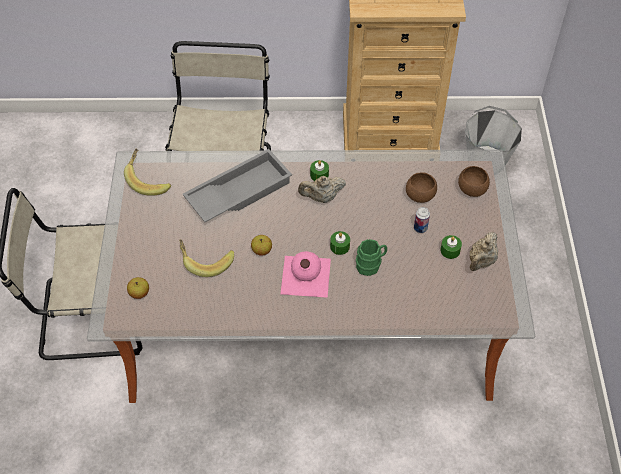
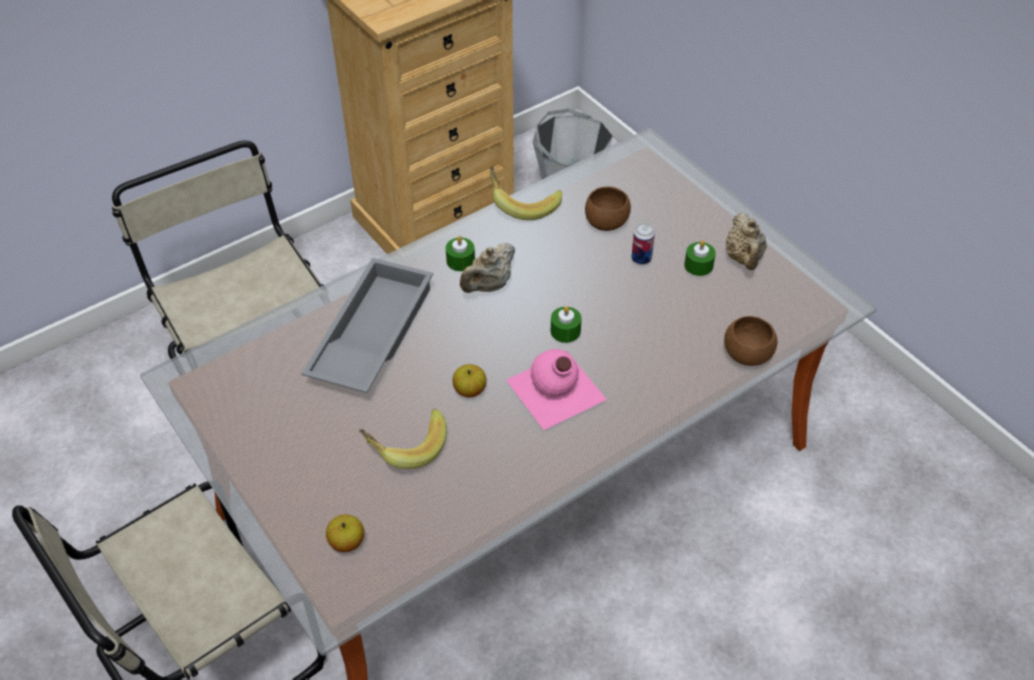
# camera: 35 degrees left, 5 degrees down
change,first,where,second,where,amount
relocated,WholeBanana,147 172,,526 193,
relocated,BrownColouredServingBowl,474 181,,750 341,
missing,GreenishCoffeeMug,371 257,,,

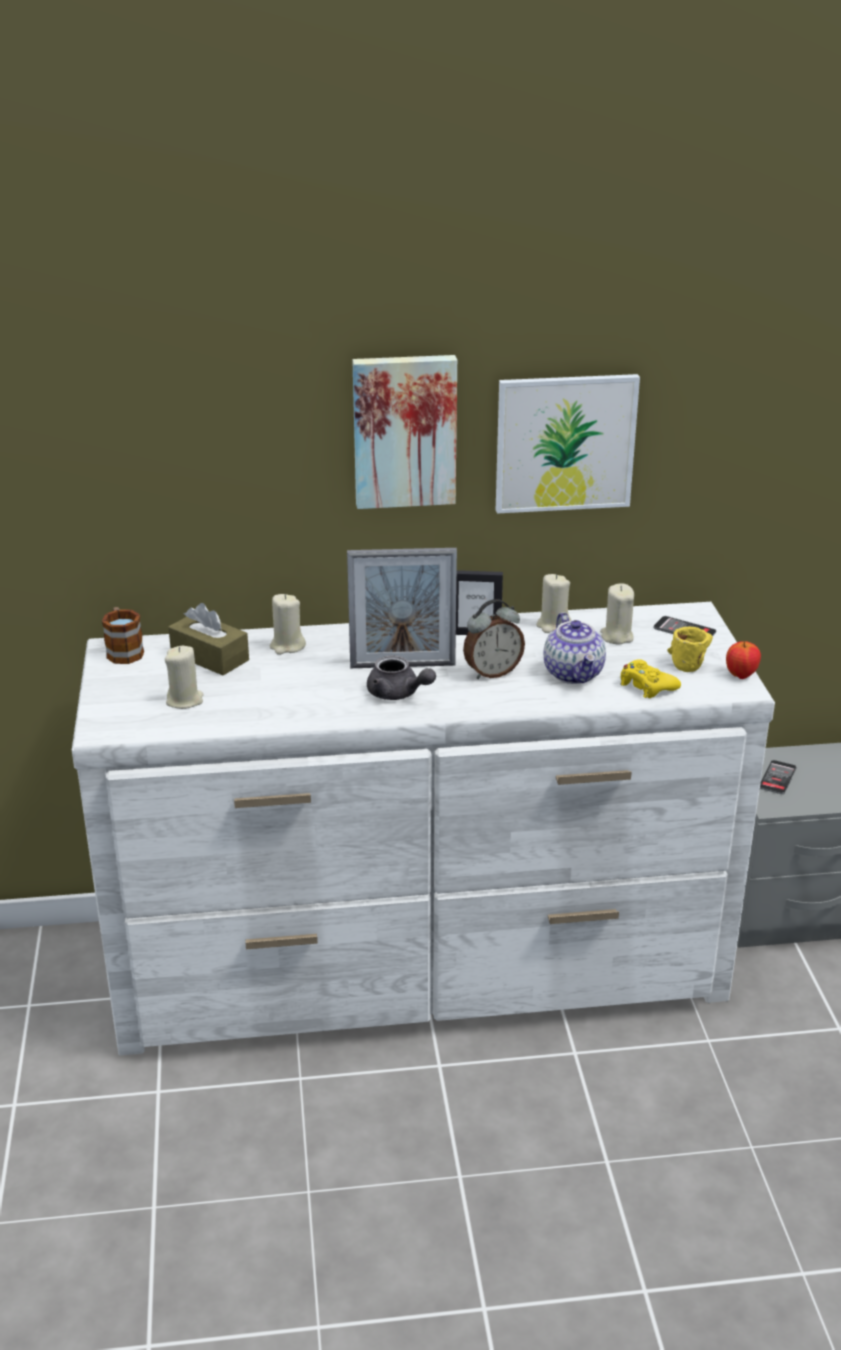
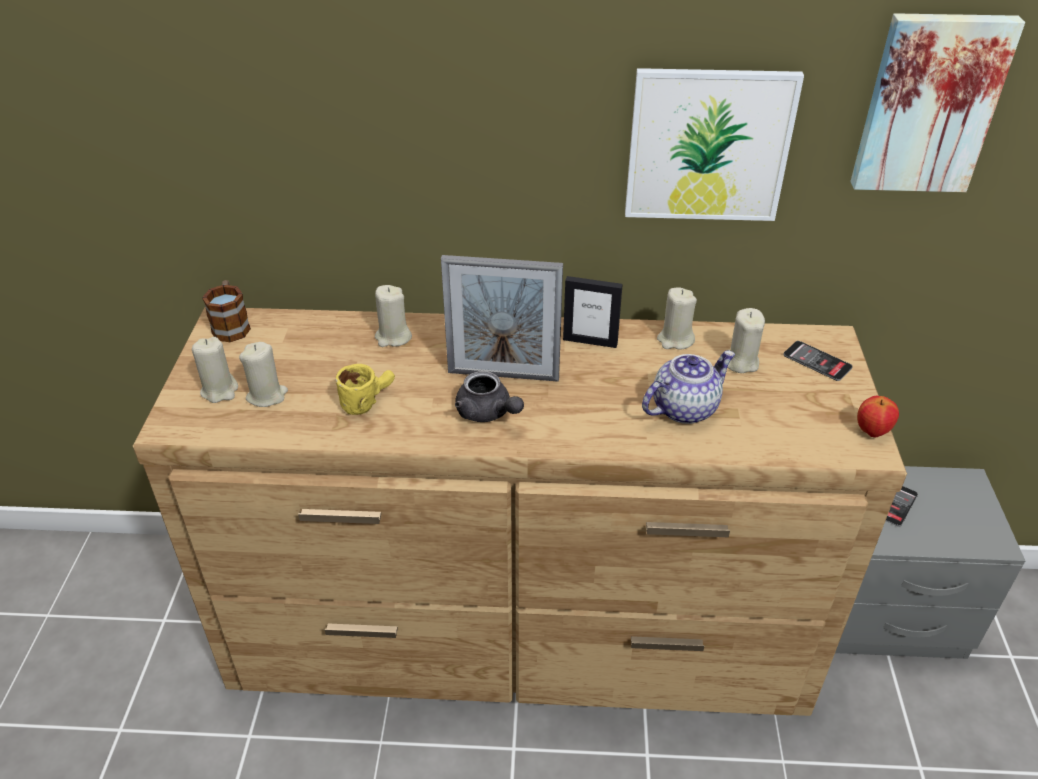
# camera: 10 degrees right, 10 degrees up
change,first,where,second,where,amount
relocated,WallArt,404 432,,938 102,
missing,BedsideClock,494 639,,,
colour,WhiteChestOfDrawers,423 828,BrownColouredChestOfDrawers,520 511,
missing,BrownColouredTissueBox,208 639,,,
spun,TeaPot,575 648,,688 387,120 degrees counterclockwise
relocated,YellowColouredCoffeeMug,690 649,,365 389,
missing,YellowColouredGameController,650 678,,,
appeared,,,BeigeCandle,215 370,

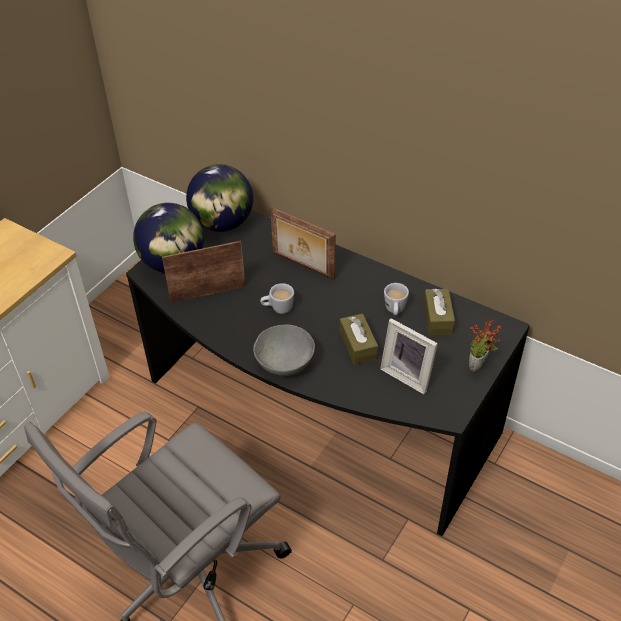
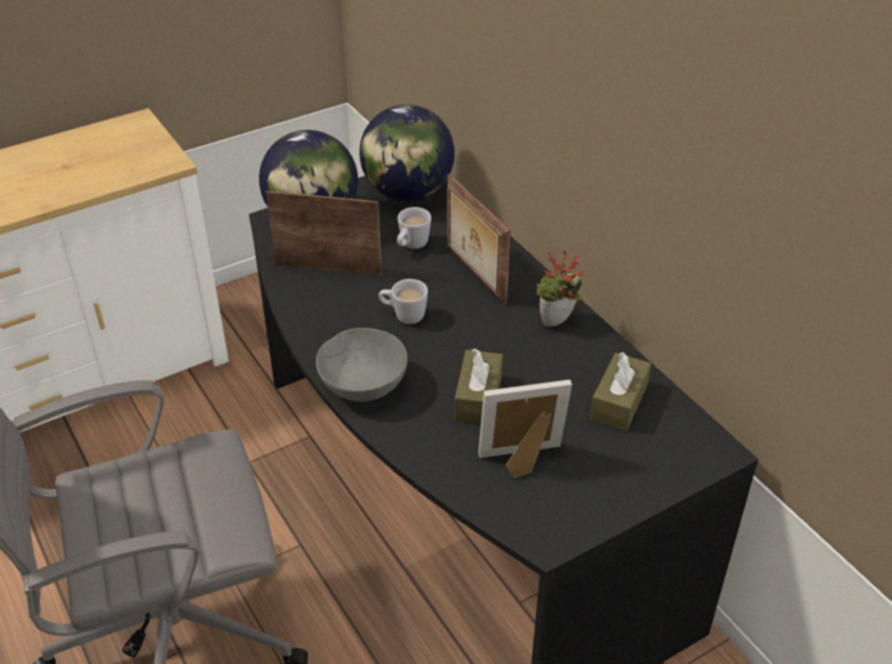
# camera: 25 degrees right, 5 degrees down
change,first,where,second,where,amount
relocated,WhiteCoffeeMug,396 299,,414 228,
spun,PhotoFrame,409 356,,525 429,105 degrees clockwise
relocated,PlantInAPot,485 346,,560 288,

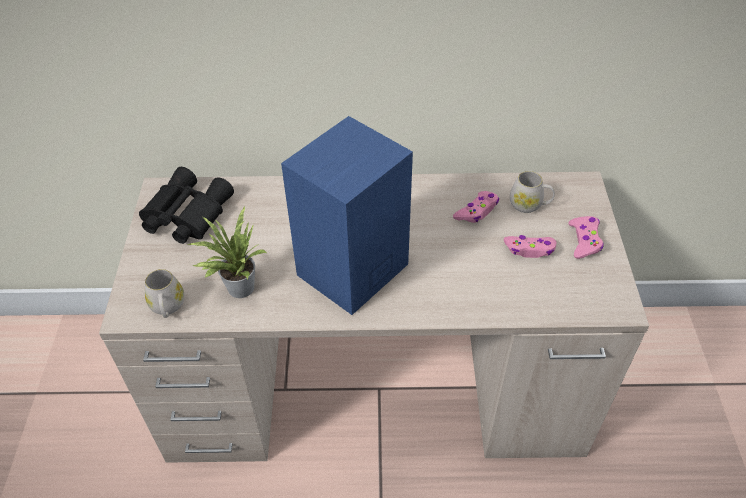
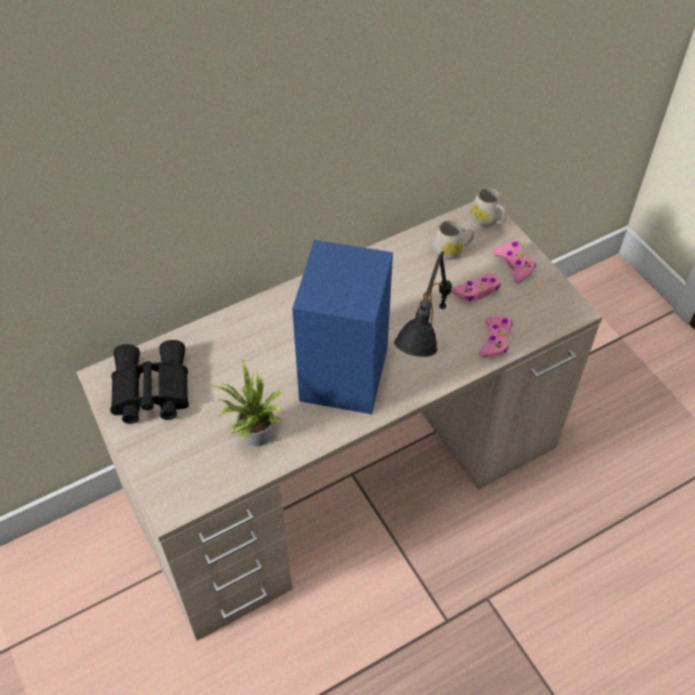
# camera: 30 degrees left, 5 degrees up
change,first,where,second,where,amount
relocated,PinkColouredGameController,476 207,,496 336,
relocated,WhiteCoffeeMug,165 293,,489 207,
appeared,,,BlackLampForATable,423 304,

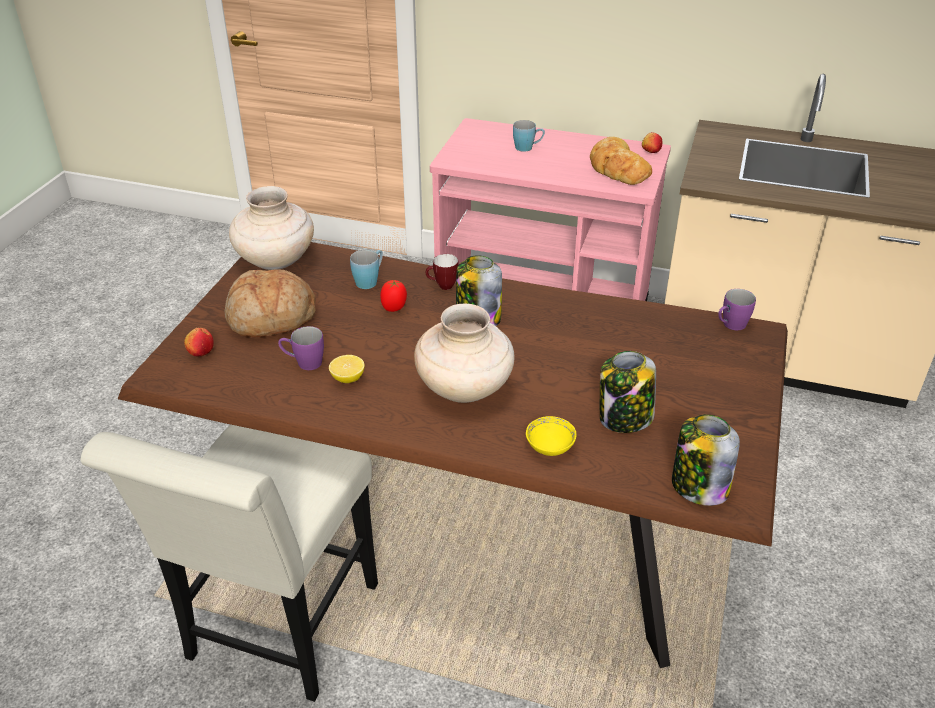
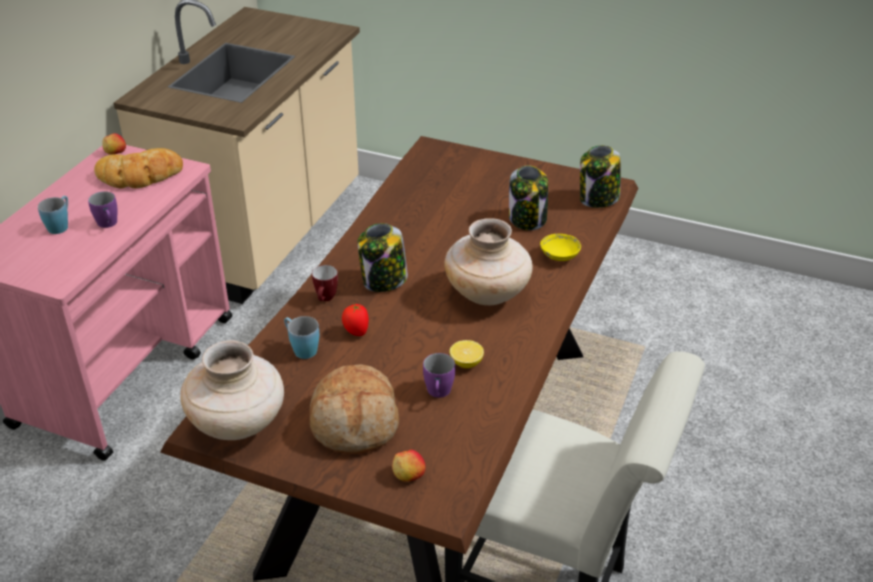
# camera: 85 degrees left, 0 degrees up
change,first,where,second,where,amount
relocated,PurpleCoffeeMug,737 309,,102 209,

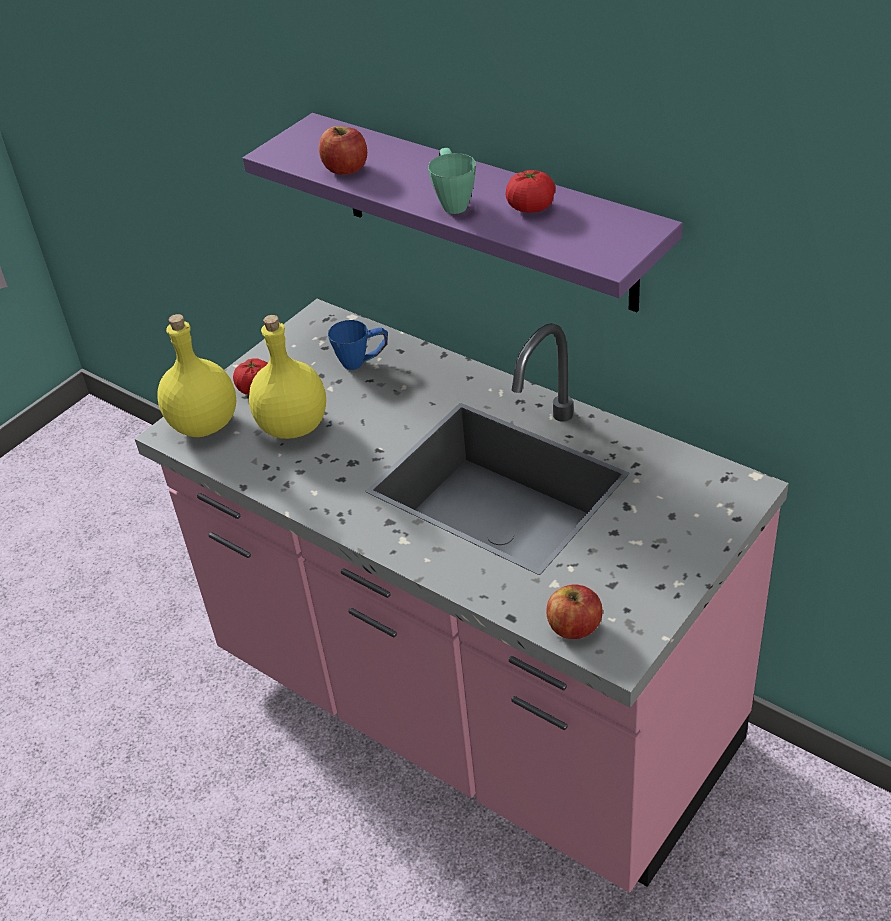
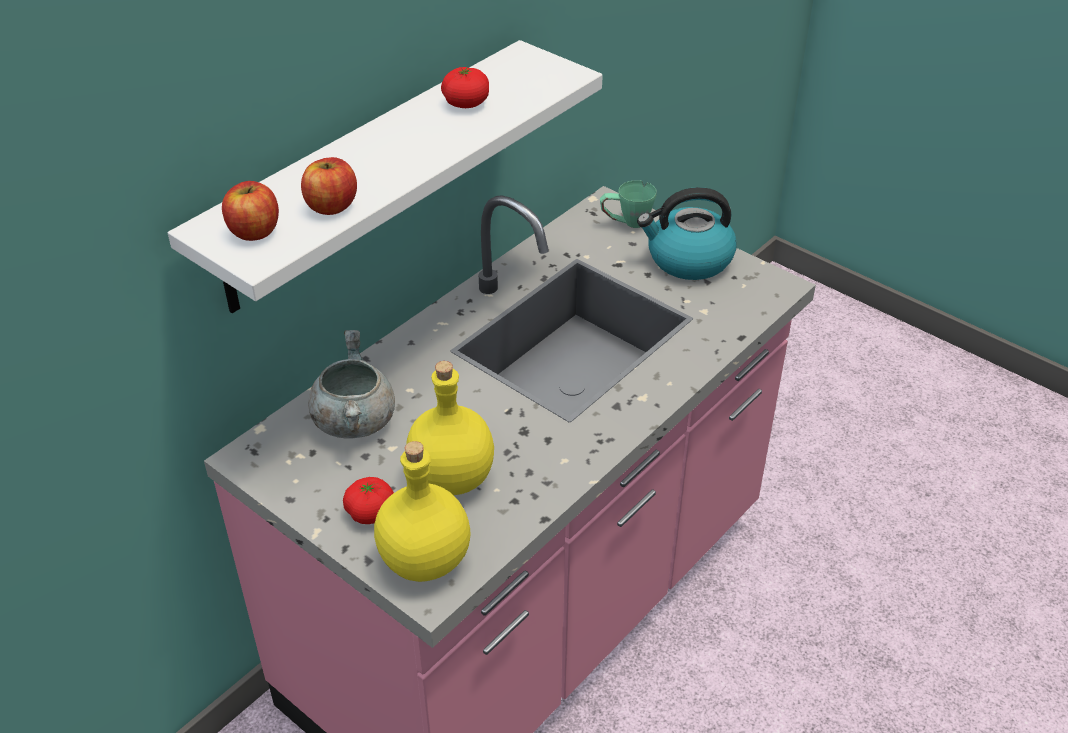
# camera: 90 degrees left, 0 degrees up
change,first,where,second,where,amount
colour,PurpleBracketShelf,463 212,WhiteBracketShelf,385 176,
relocated,GreenishCoffeeMug,452 181,,628 204,
exchanged,BluishCoffeeMug,358 345,GreyishStockpot,351 384,
relocated,WholeApple,574 611,,250 211,
appeared,,,WaterKettle,687 233,

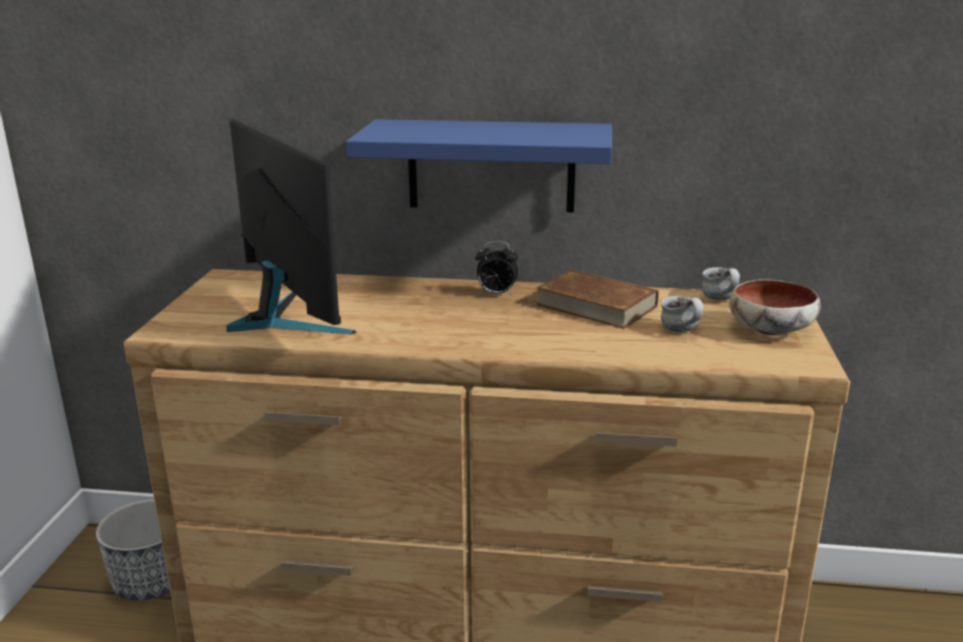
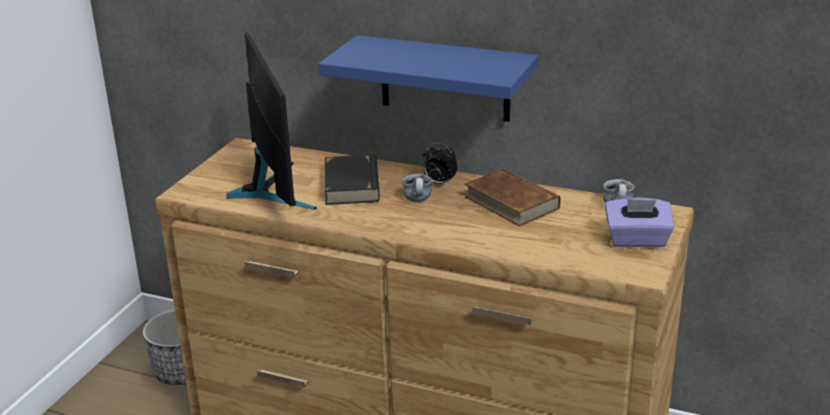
# camera: 15 degrees right, 5 degrees up
change,first,where,second,where,amount
exchanged,ServingBowl,775 307,PurpleTissueBox,639 222,
relocated,CoffeeMug,682 314,,417 188,
appeared,,,BlackBoundBook,352 179,

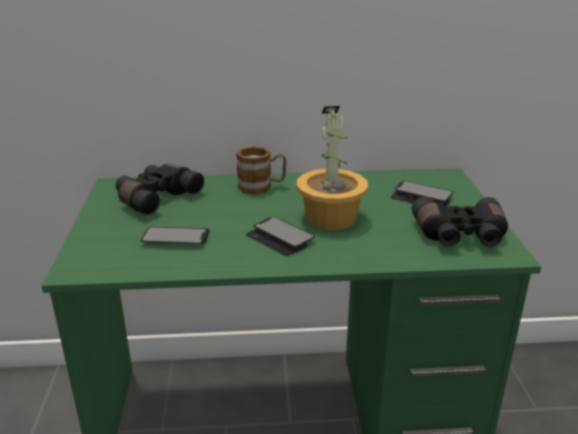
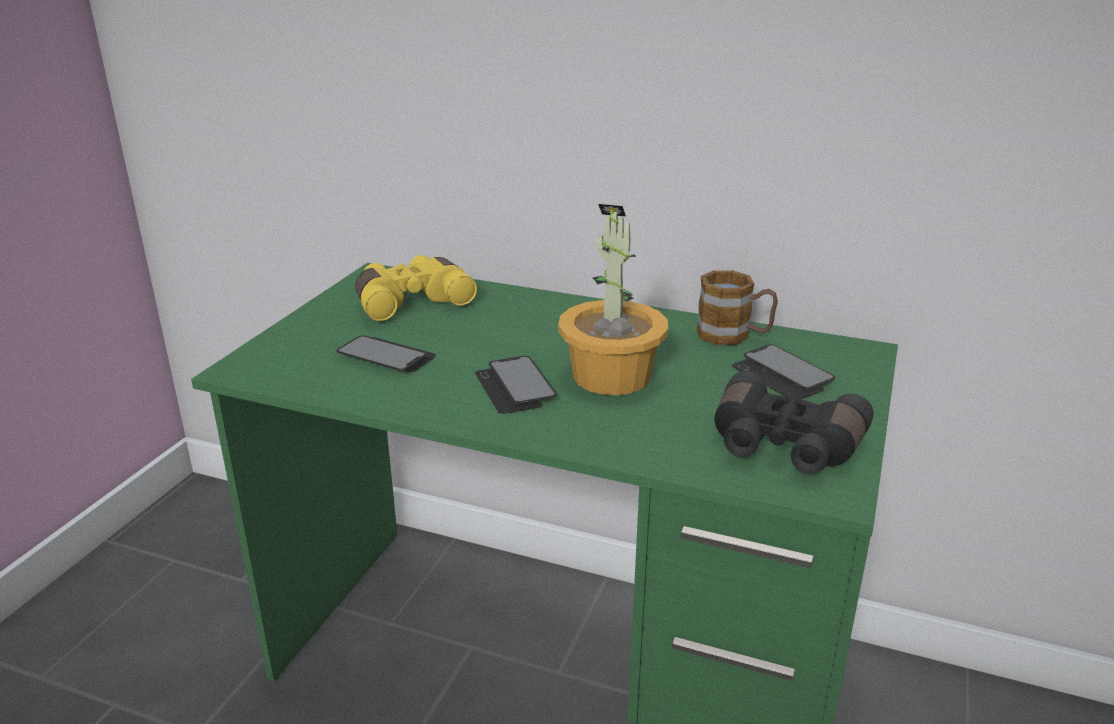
# camera: 25 degrees right, 0 degrees up
change,first,where,second,where,amount
relocated,CoffeeMug,261 170,,737 307,
colour,BlackBinoculars,160 189,YellowColouredBinoculars,416 288,

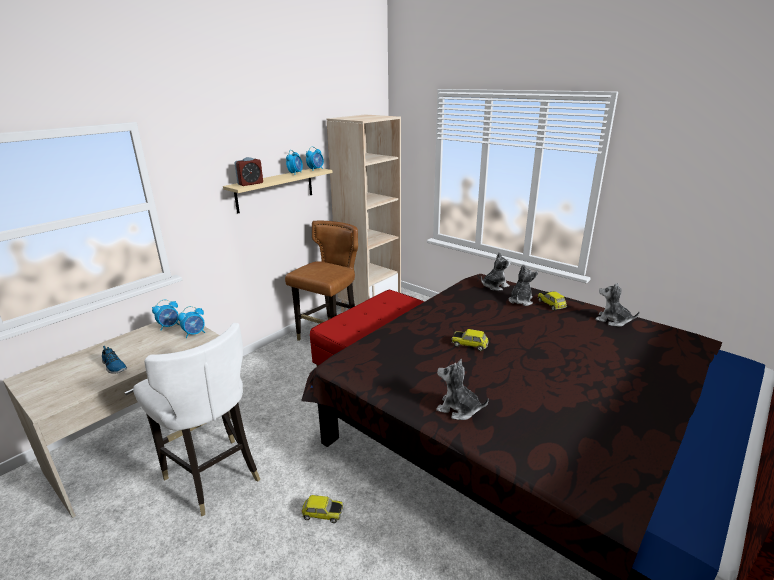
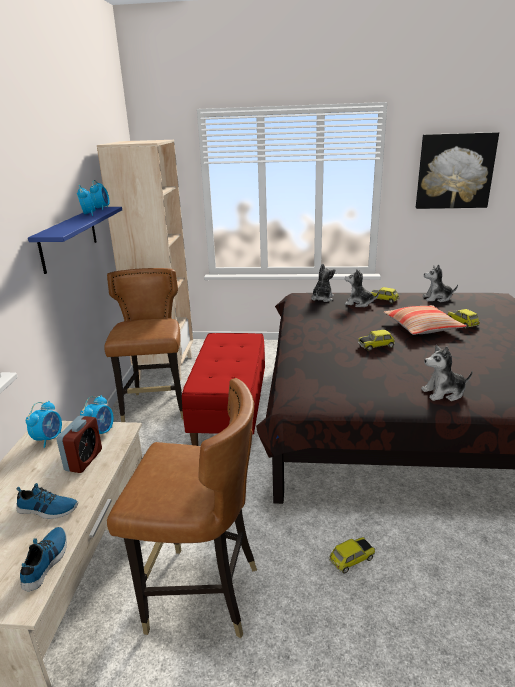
# camera: 35 degrees left, 0 degrees up
change,first,where,second,where,amount
relocated,BedsideClock,249 171,,79 444,
colour,BeigeBracketShelf,277 191,BluishBracketShelf,75 240,
spun,SoftToy,523 285,,362 288,60 degrees counterclockwise
colour,WhiteChair,196 419,BrownColouredChair,182 508,
appeared,,,WallArt,457 170,
appeared,,,ThrowPillow,424 320,
appeared,,,ModelCar,464 318,
appeared,,,ItemOfFootwear,43 559,

